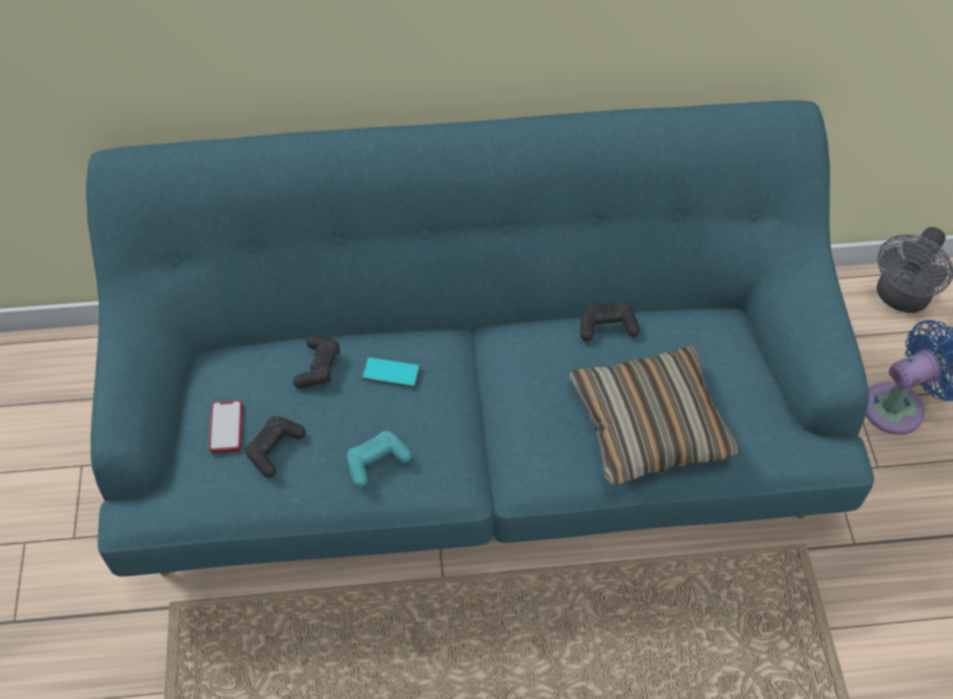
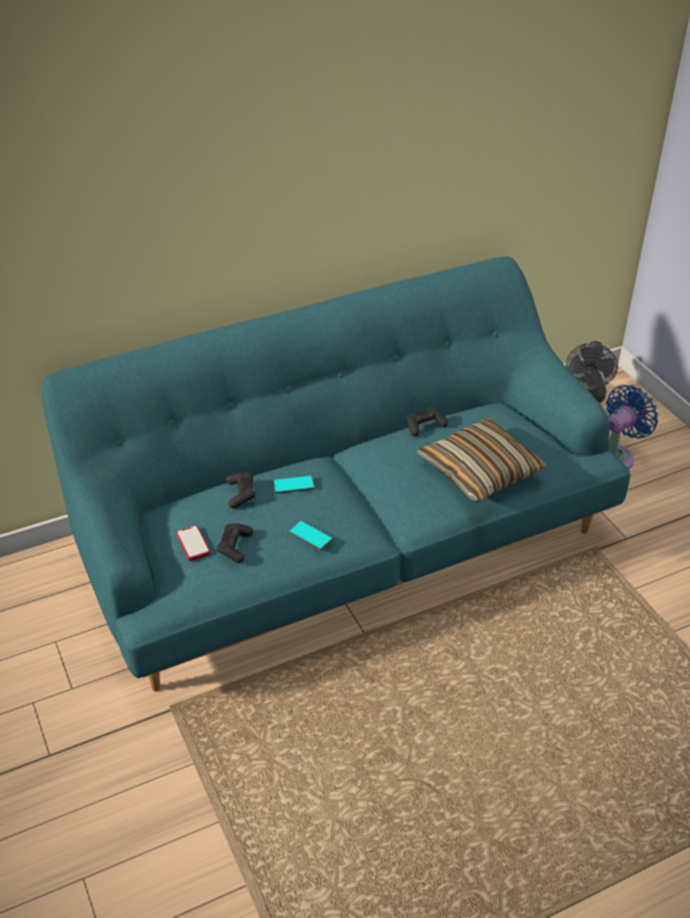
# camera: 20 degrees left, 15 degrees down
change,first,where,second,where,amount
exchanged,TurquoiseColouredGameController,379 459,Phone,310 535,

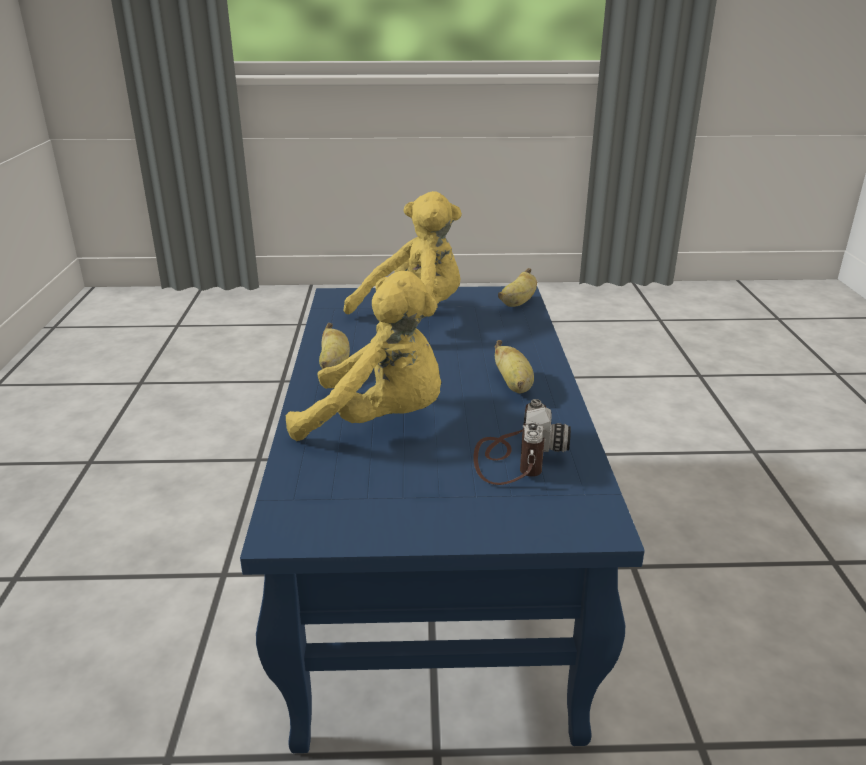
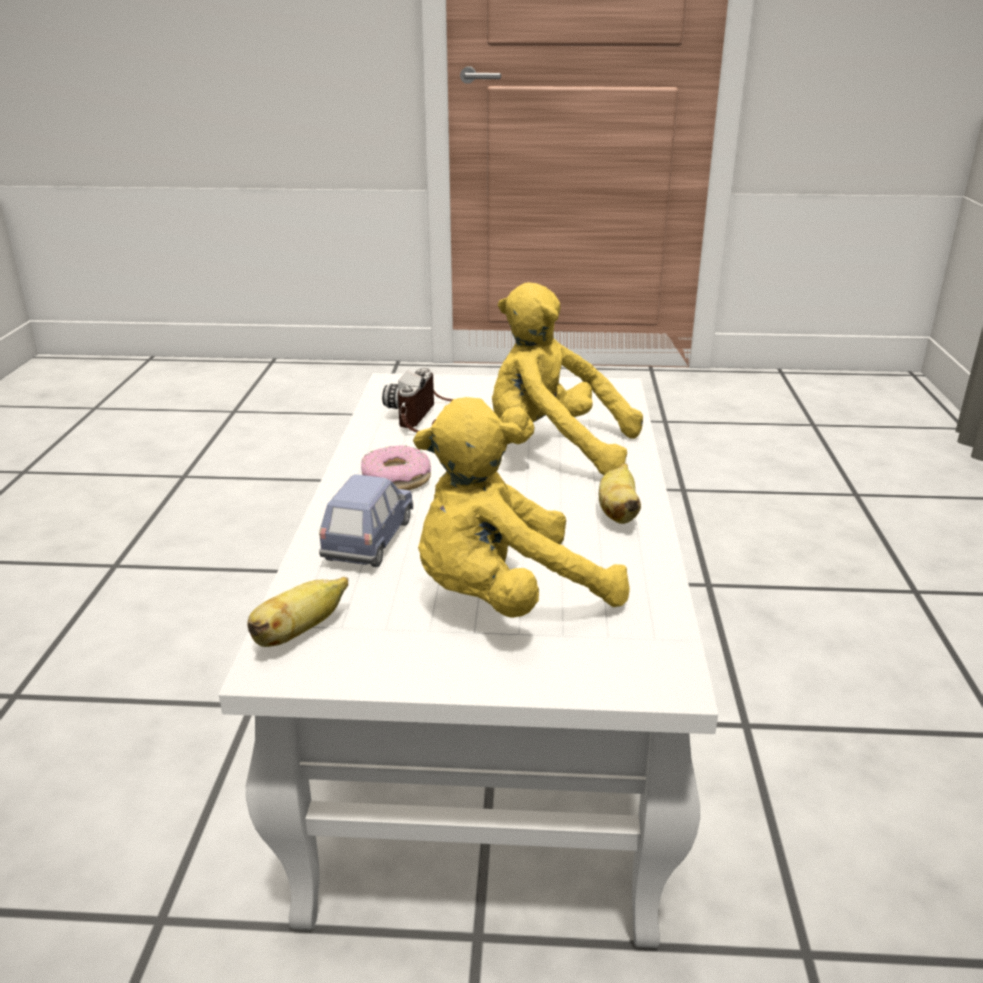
# camera: 175 degrees left, 0 degrees up
change,first,where,second,where,amount
colour,BluishLowTable,442 519,WhiteLowTable,468 660,
exchanged,WholeBanana,514 367,Doughnut,396 467,
appeared,,,BluishModelCar,366 520,

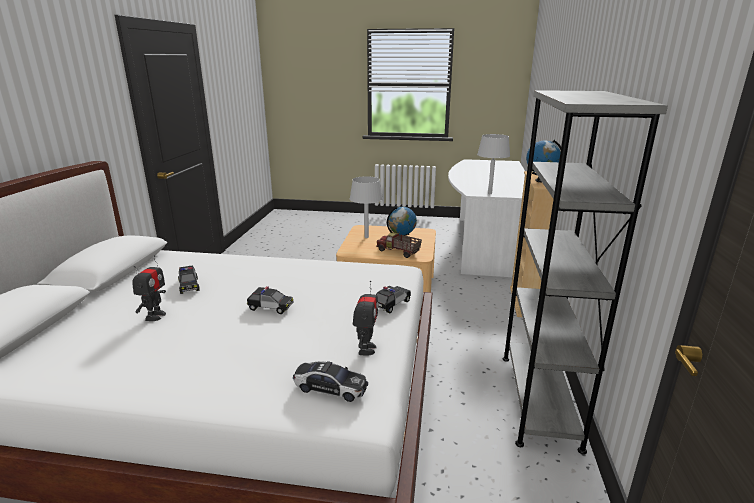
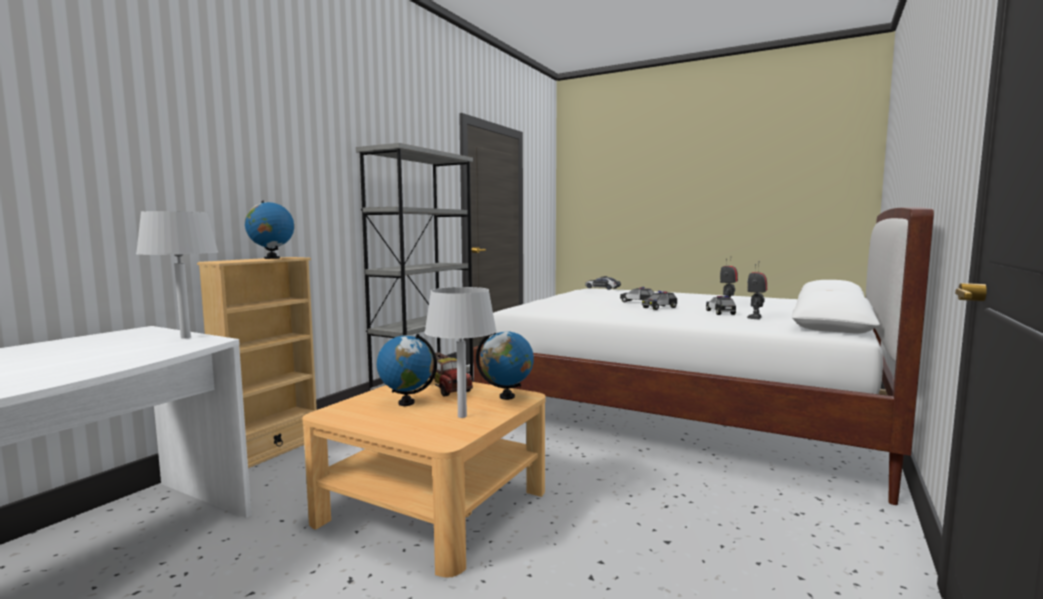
# camera: 160 degrees left, 15 degrees down
change,first,where,second,where,amount
relocated,ToyRobot,366 318,,757 291,
relocated,ModelCar,393 299,,659 300,
appeared,,,DeskGlobe,505 366,

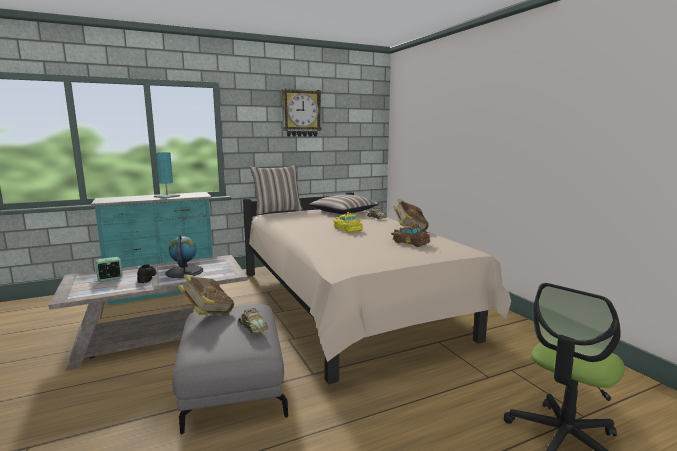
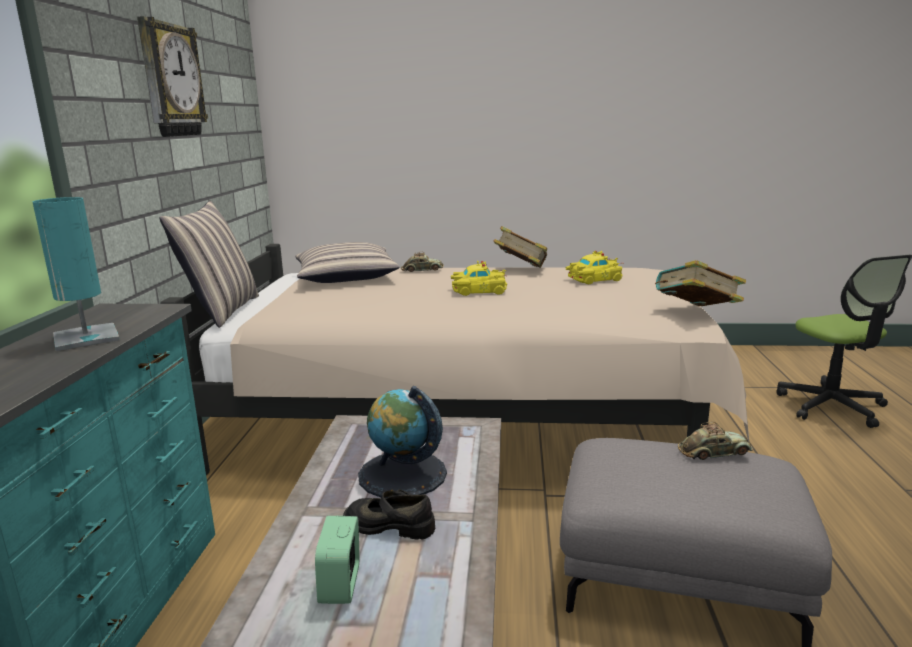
# camera: 60 degrees left, 5 degrees up
change,first,where,second,where,amount
colour,BrownColouredModelCar,410 235,YellowColouredModelCar,595 267,
relocated,BoundBook,206 294,,700 283,

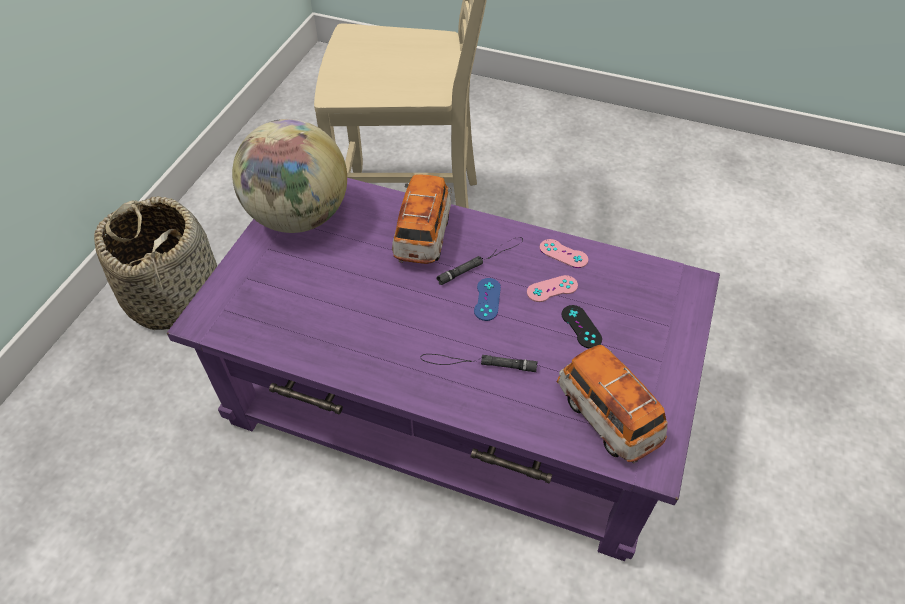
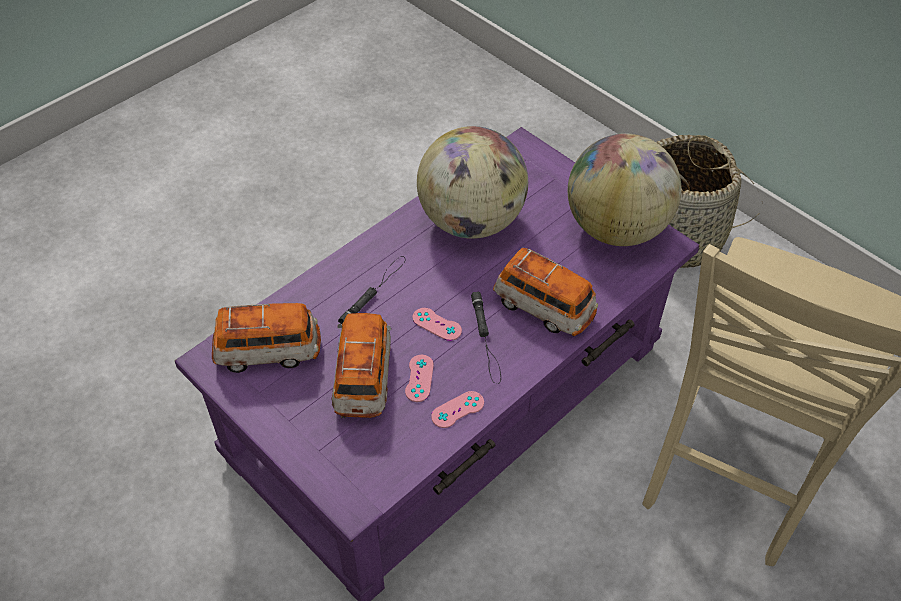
# camera: 115 degrees right, 0 degrees up
change,first,where,second,where,amount
colour,BluishGameController,487 299,PinkColouredGameController,437 324,
exchanged,BlackGameController,582 326,ModelCar,361 365,
appeared,,,DeskGlobe,472 182,

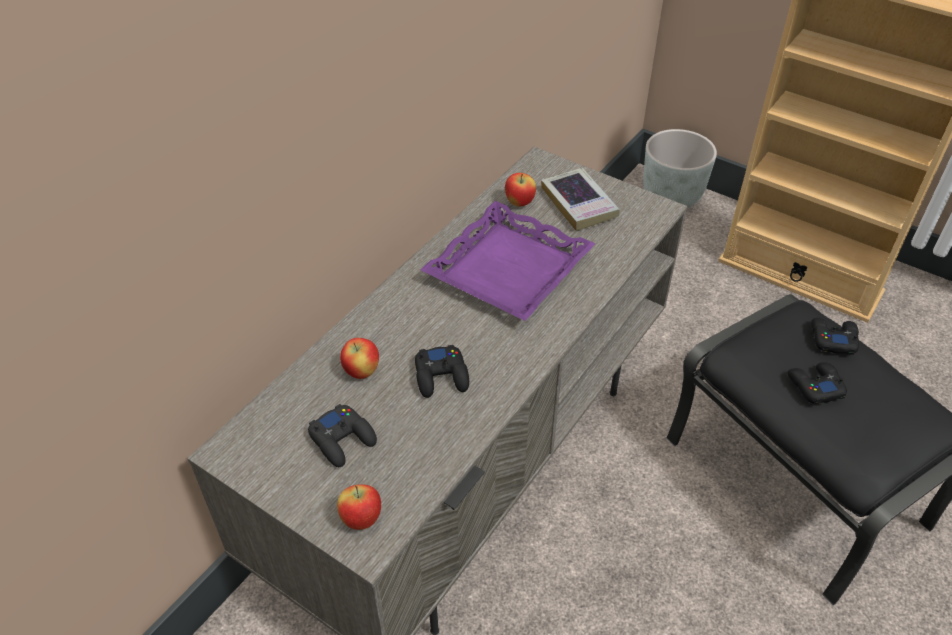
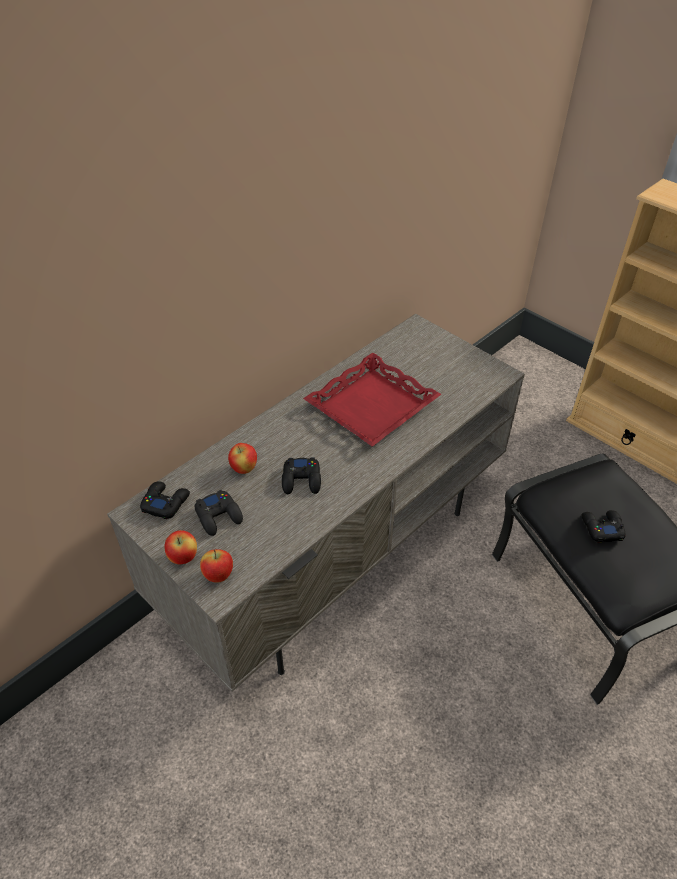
# camera: 10 degrees right, 0 degrees up
change,first,where,second,where,amount
missing,GreyishPlanter,680 168,,,
missing,BoundBook,580 199,,,
relocated,WholeApple,520 190,,181 547,
colour,PurpleServingTray,508 261,RedServingTray,372 400,
relocated,BlackGameController,835 336,,165 500,

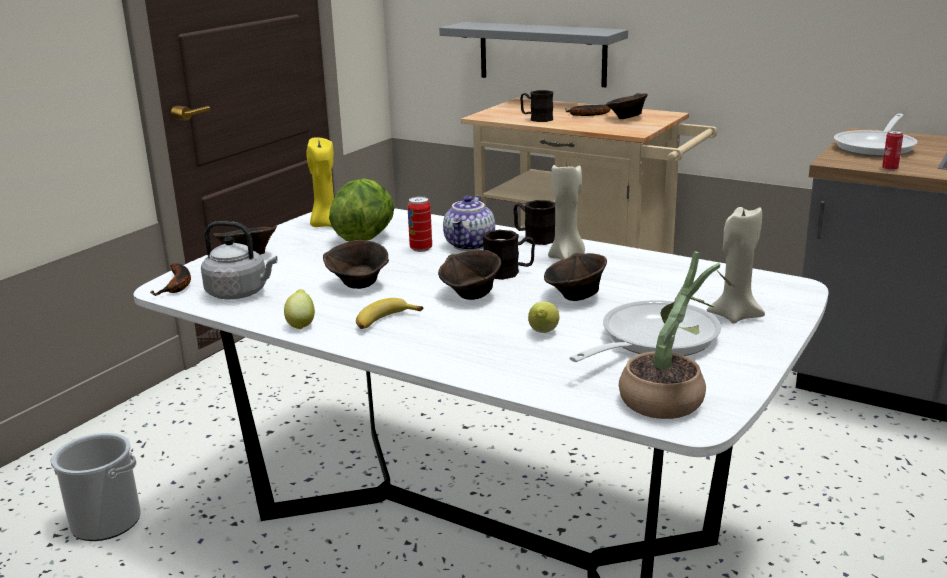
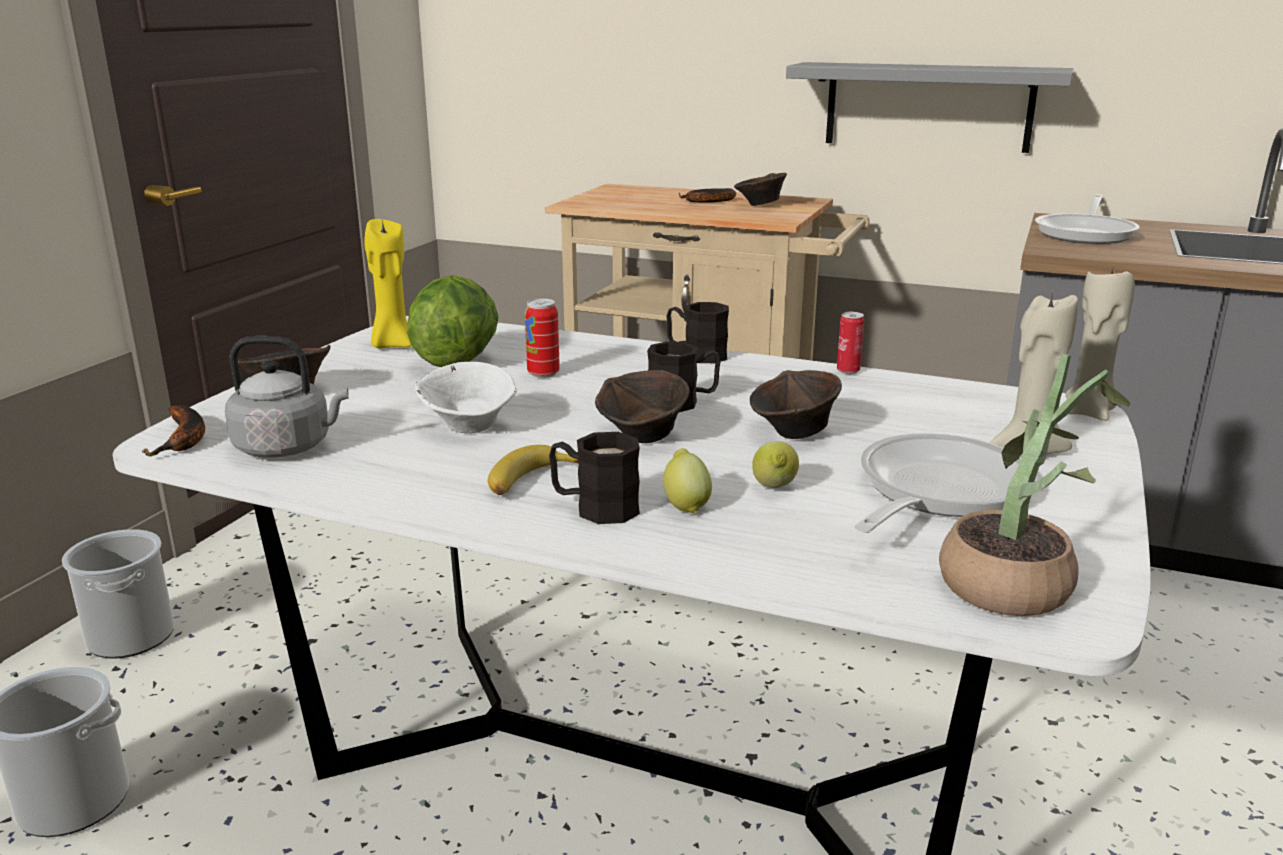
# camera: 10 degrees left, 0 degrees up
change,first,where,second,where,amount
relocated,GreyishBracketShelf,533 54,,930 107,
relocated,BlackCoffeeMug,536 106,,594 478,
relocated,MetalCan,892 150,,850 343,
relocated,BeigeCandle,566 211,,1100 342,
missing,TeaPot,469 223,,,
colour,BrownColouredServingBowl,356 264,WhiteServingBowl,466 397,
relocated,CitrusFruit,299 309,,687 480,
appeared,,,WaterBucket,118 594,

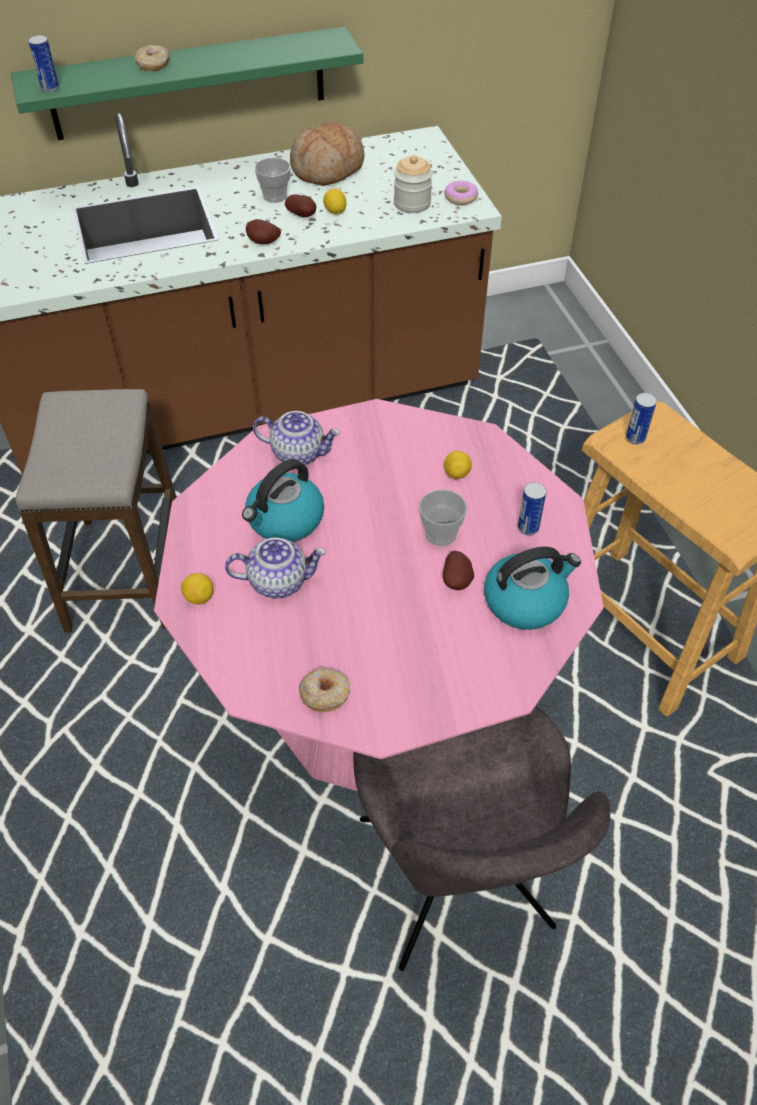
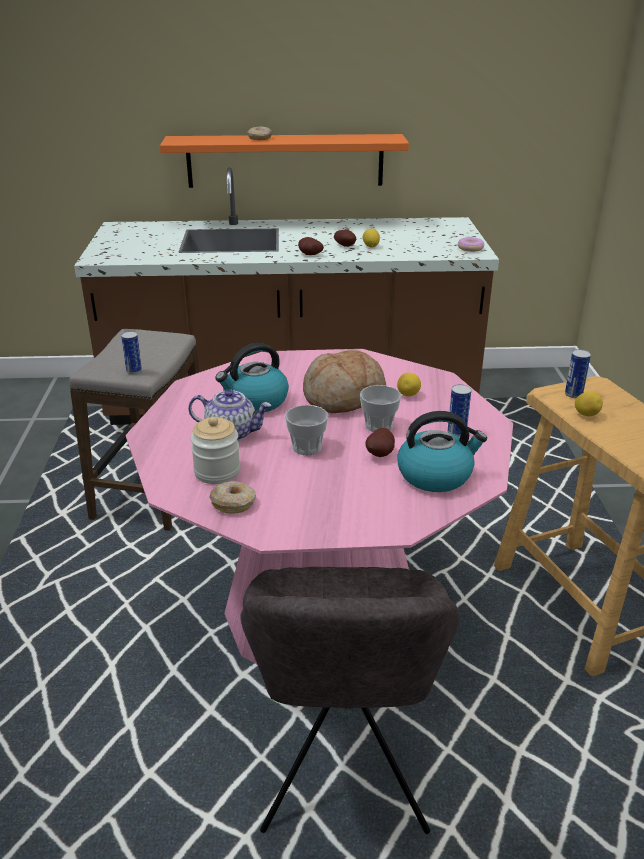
# camera: 15 degrees right, 20 degrees down
change,first,where,second,where,amount
colour,GreenishBracketShelf,187 83,OrangeBracketShelf,284 161,
relocated,MetalCan,43 63,,131 353,
relocated,BakeryBread,327 154,,344 381,
relocated,PreserveJar,413 184,,215 450,
relocated,Cup,273 180,,306 430,
missing,TeaPot,297 438,,,
relocated,CitrusFruit,197 589,,589 403,

